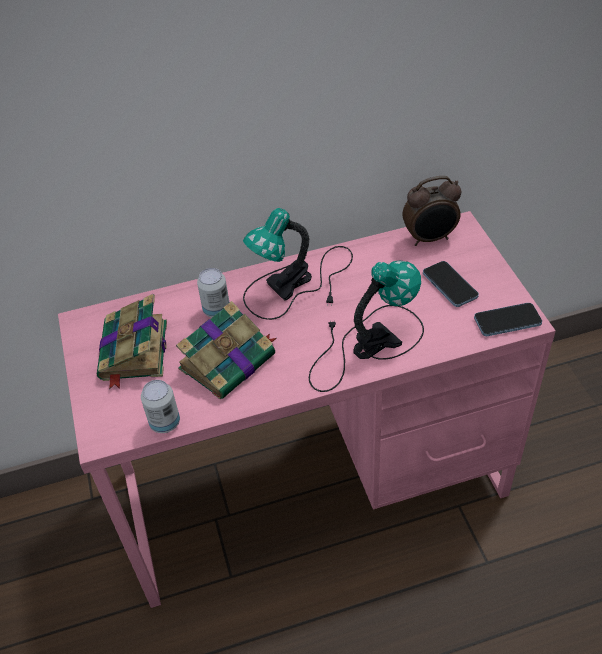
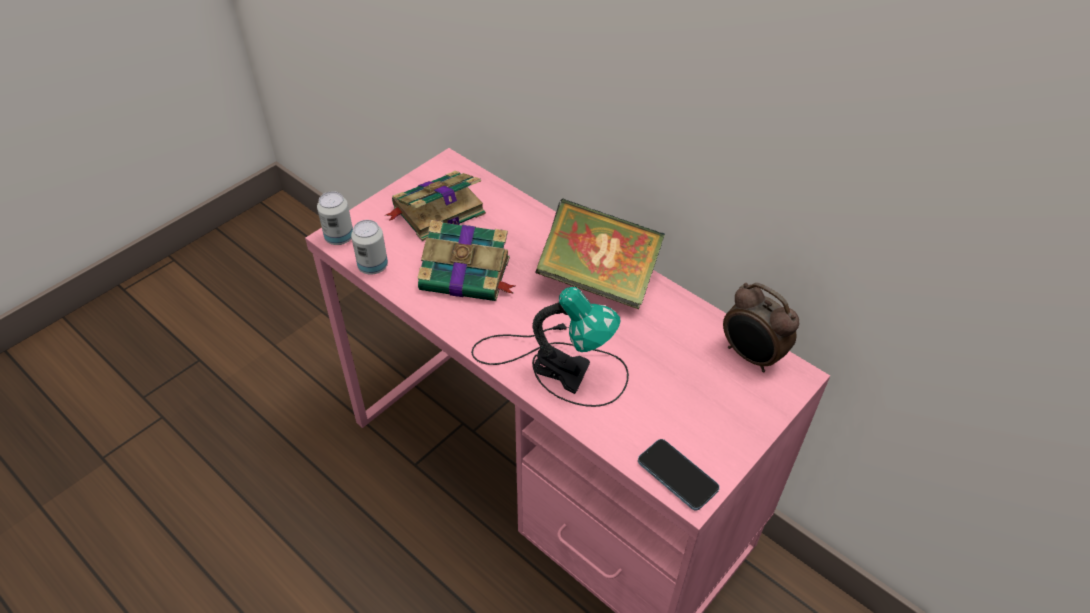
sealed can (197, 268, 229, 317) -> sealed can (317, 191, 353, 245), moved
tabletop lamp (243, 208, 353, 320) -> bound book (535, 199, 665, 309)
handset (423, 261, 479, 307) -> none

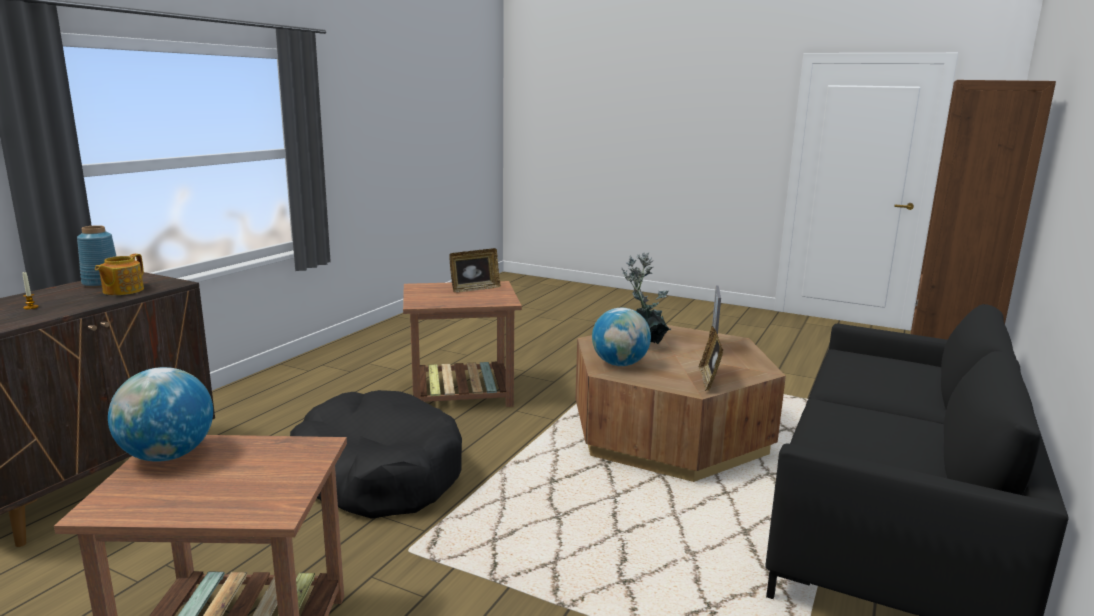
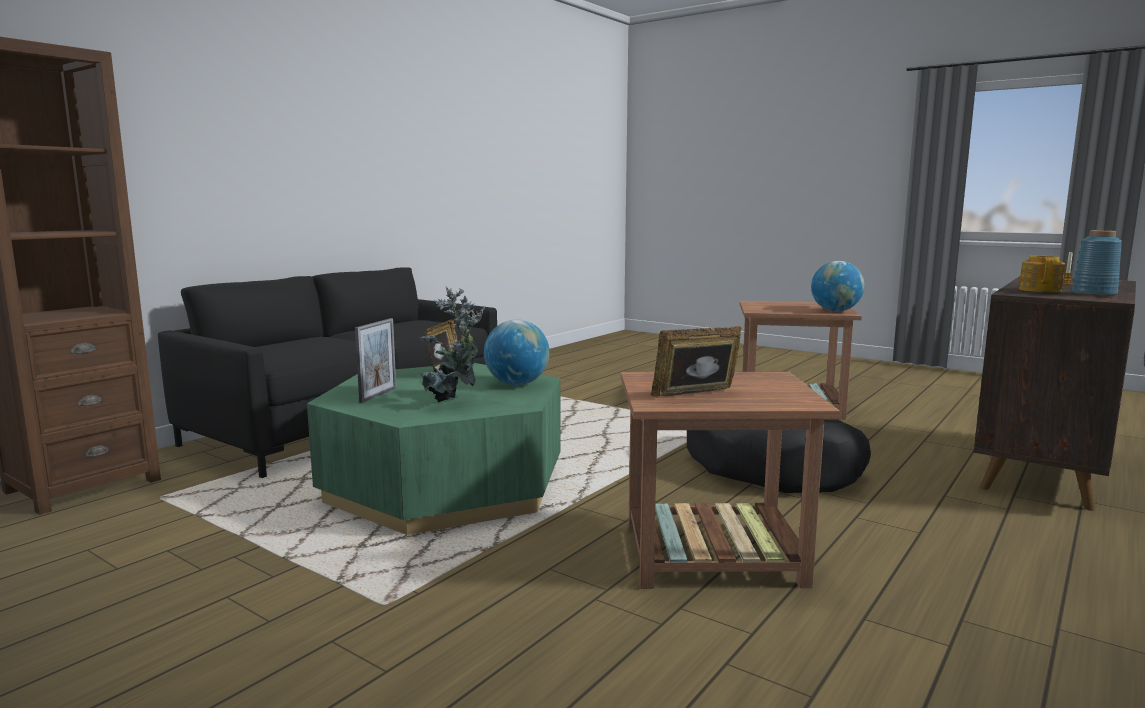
lounge table/brown (575, 325, 786, 482) -> lounge table/greenish (307, 363, 561, 535)

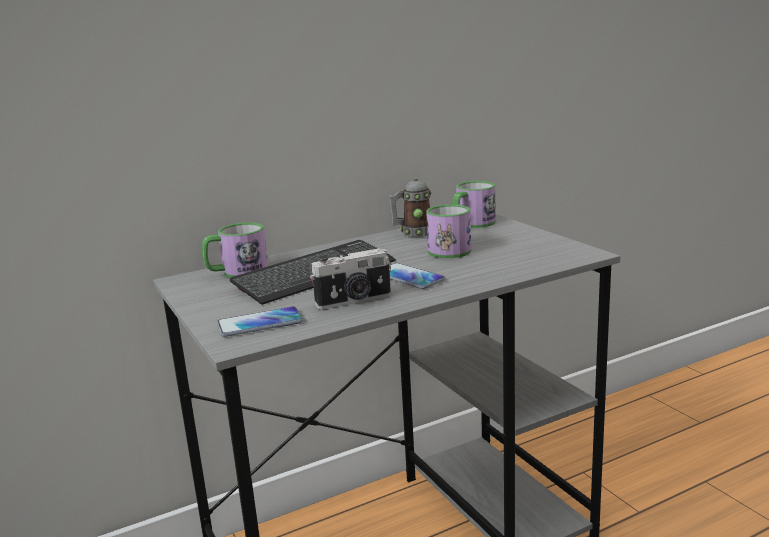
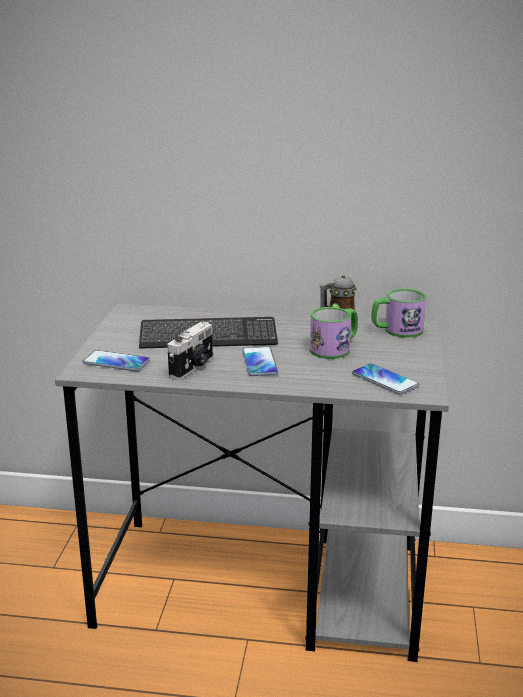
mug (202, 222, 268, 278) -> none
photo camera (310, 248, 391, 310) -> photo camera (168, 322, 213, 380), 75 degrees counterclockwise
none -> handset (352, 363, 419, 395)

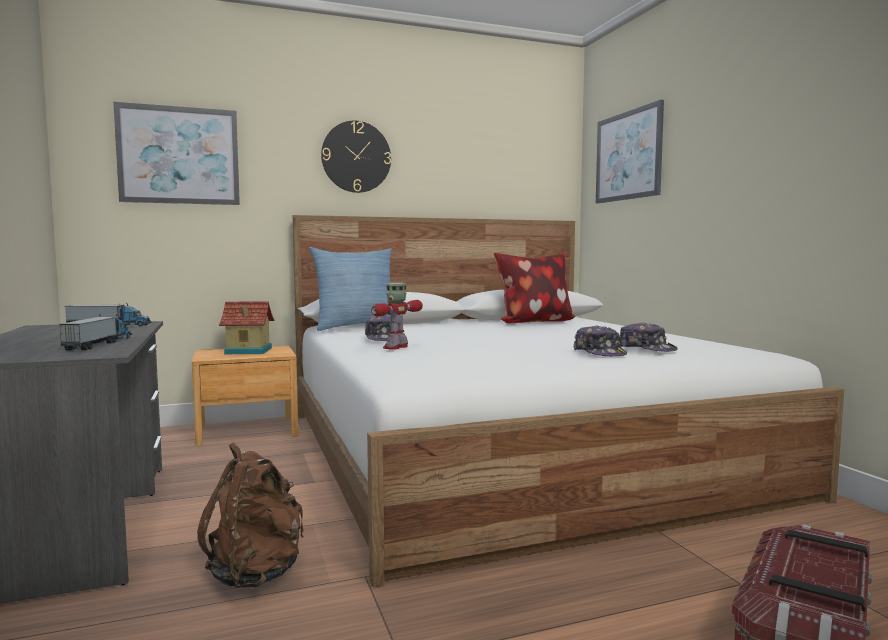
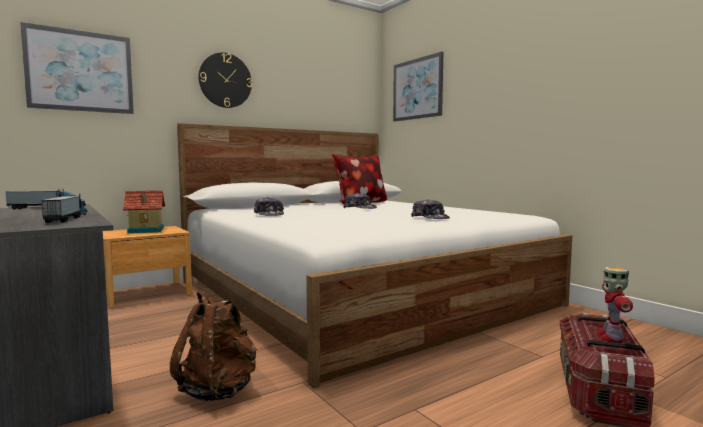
cushion (309, 247, 392, 331) -> none
robot figure (371, 282, 423, 350) -> robot figure (596, 267, 633, 343), moved
baseball cap (619, 322, 678, 352) -> baseball cap (343, 193, 377, 209), moved

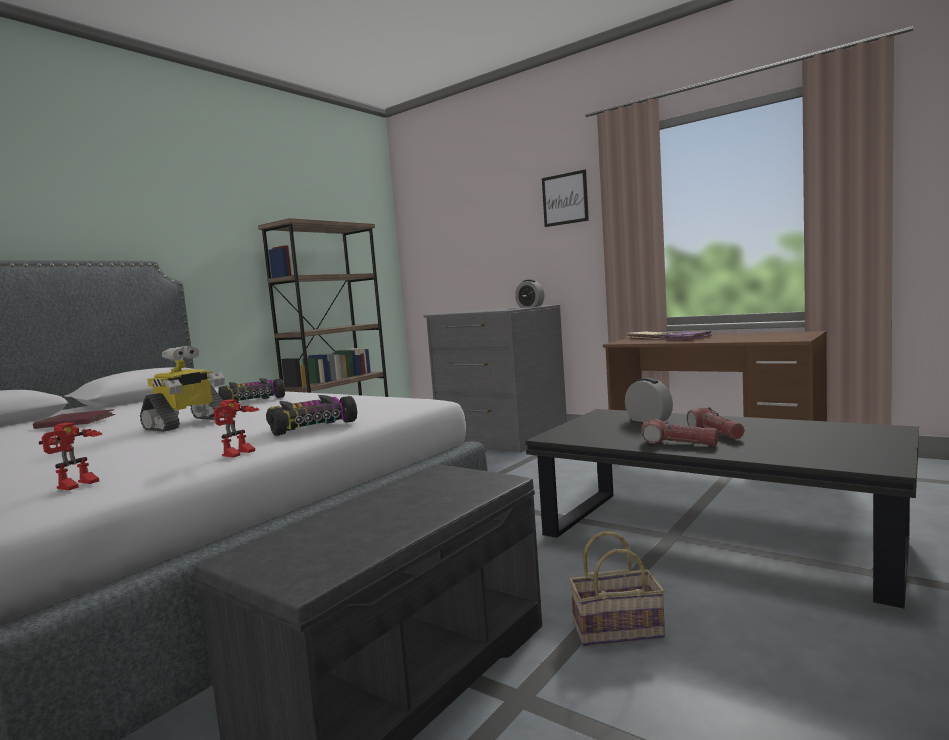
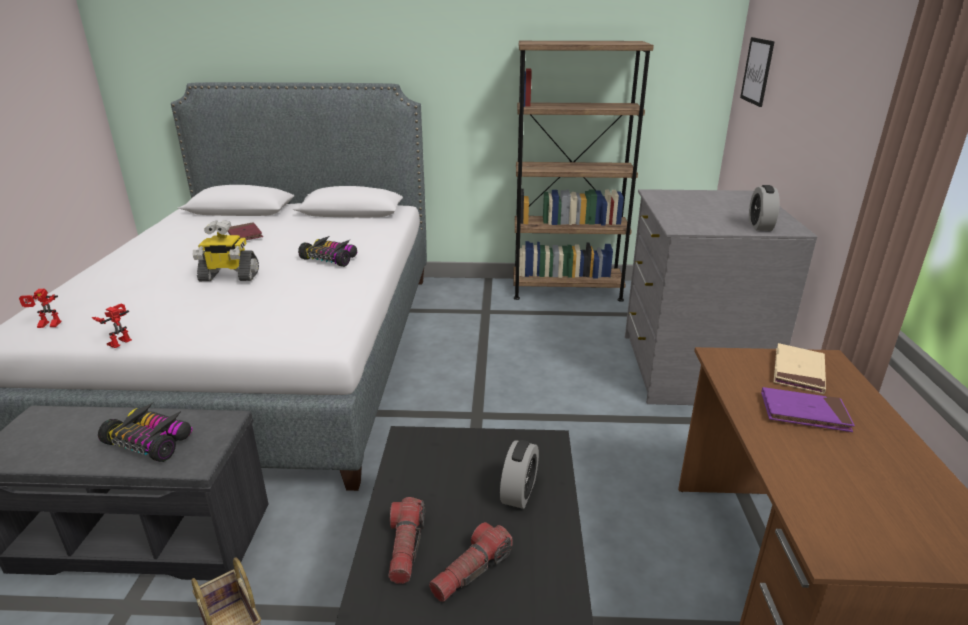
robot figure (210, 399, 260, 458) -> robot figure (92, 304, 132, 348), 120 degrees clockwise
miniature car (266, 395, 357, 436) -> miniature car (98, 403, 193, 462), moved
wall picture (542, 170, 589, 227) -> wall picture (740, 37, 775, 107), moved

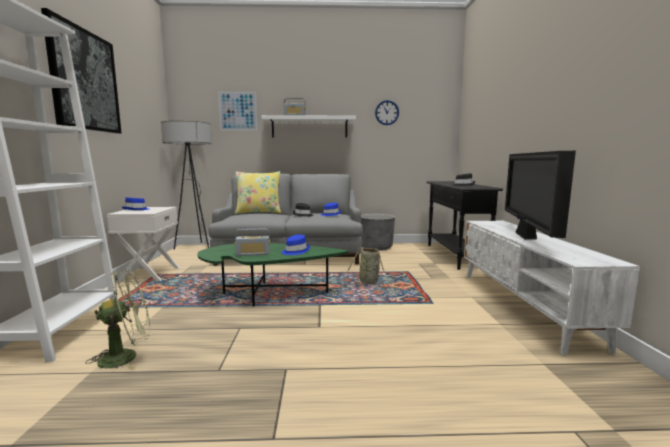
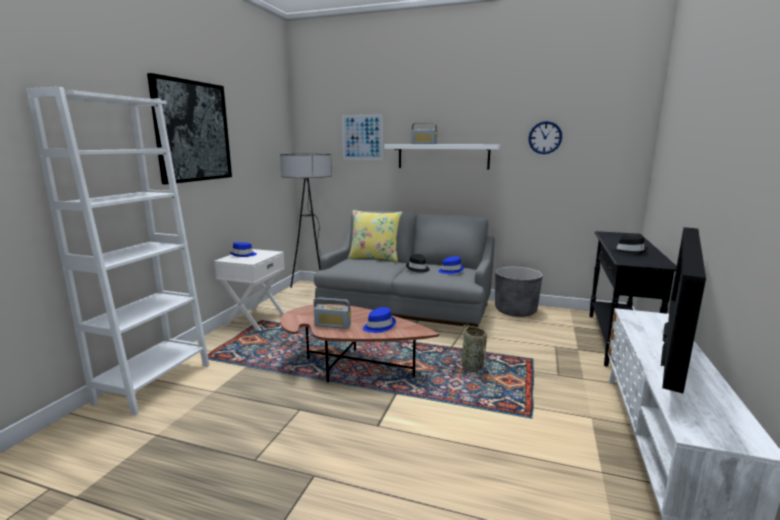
cooling fan/greenish (85, 269, 151, 370) -> none
lounge table/greenish (197, 243, 349, 307) -> lounge table/brown (280, 304, 439, 382)

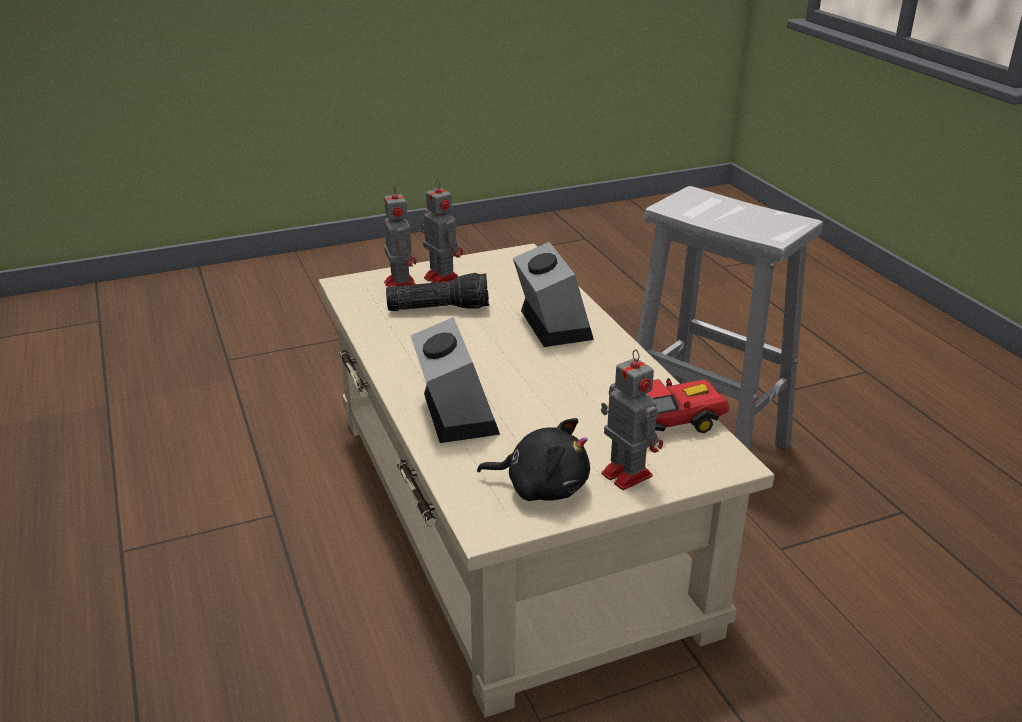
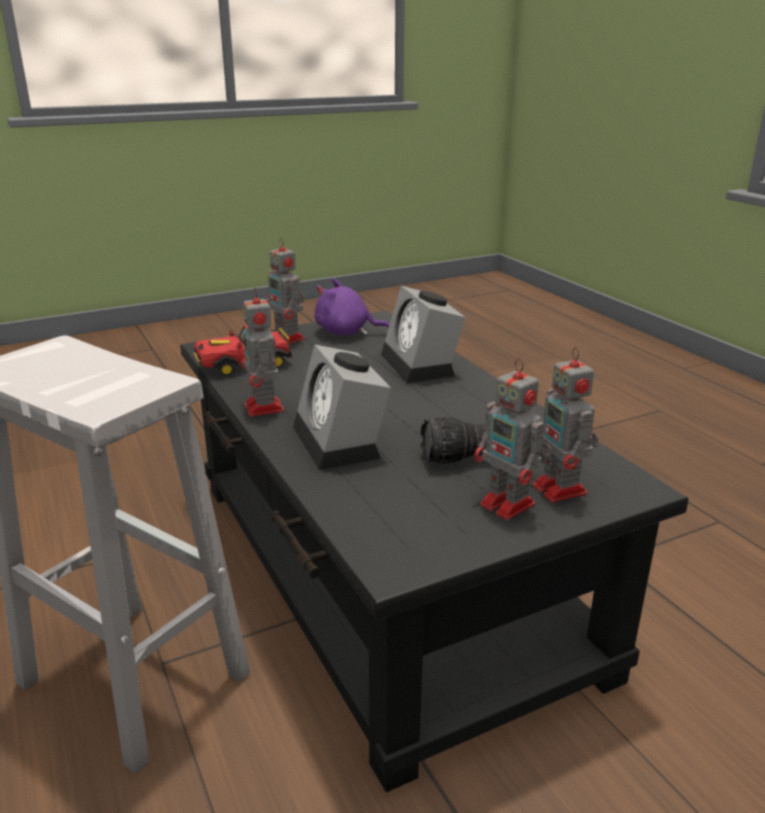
lounge table/beige (318, 244, 775, 718) -> lounge table/black-coloured (180, 310, 689, 792)
cuddly toy/black-coloured (477, 418, 590, 501) -> cuddly toy/purplish (314, 278, 390, 335)
none -> robot figure (241, 287, 284, 417)

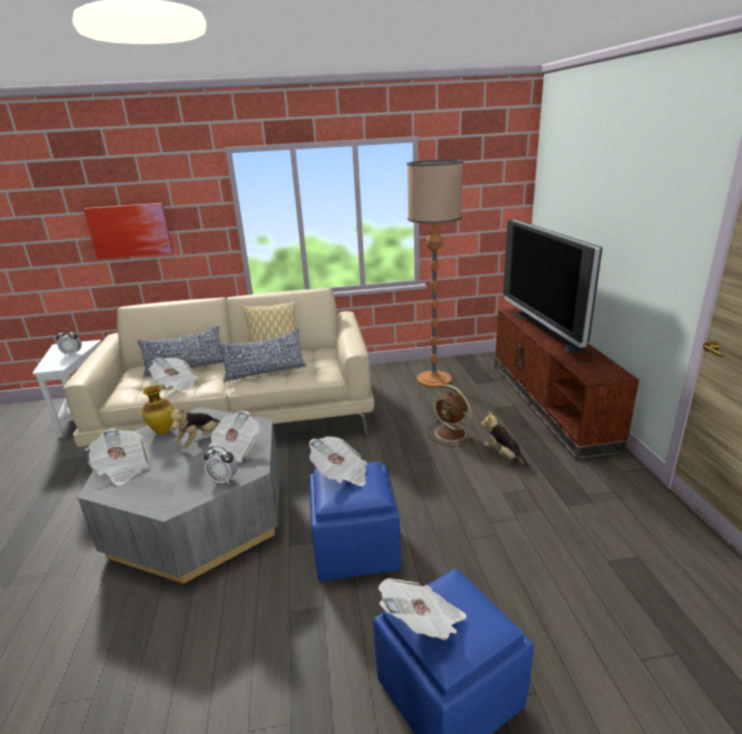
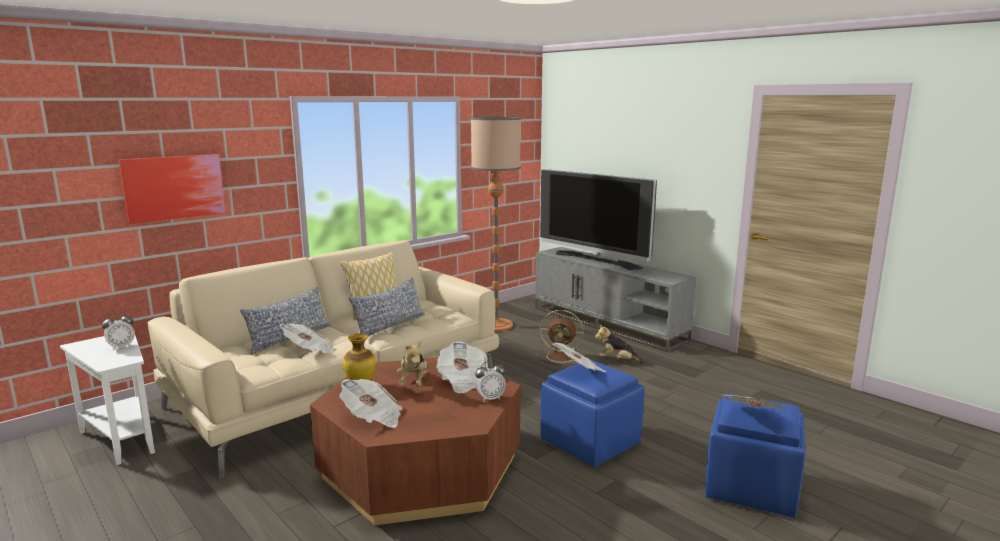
lounge table/grey (78, 407, 280, 584) -> lounge table/brown (310, 357, 520, 525)
media console/brown (495, 308, 639, 461) -> media console/grey (535, 247, 696, 352)

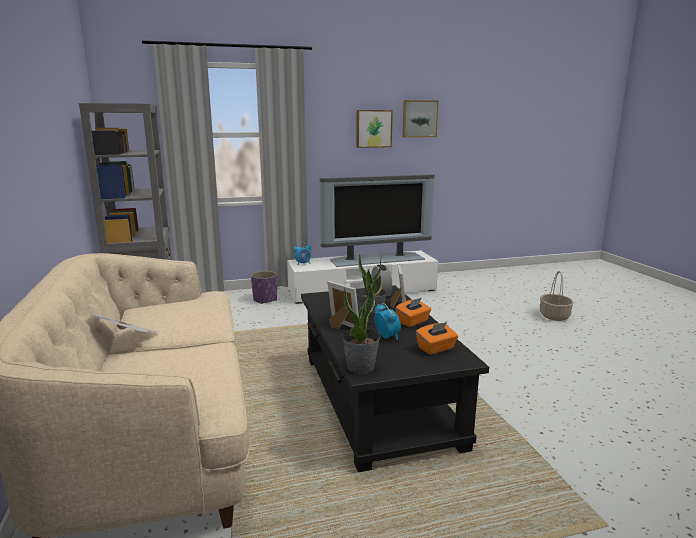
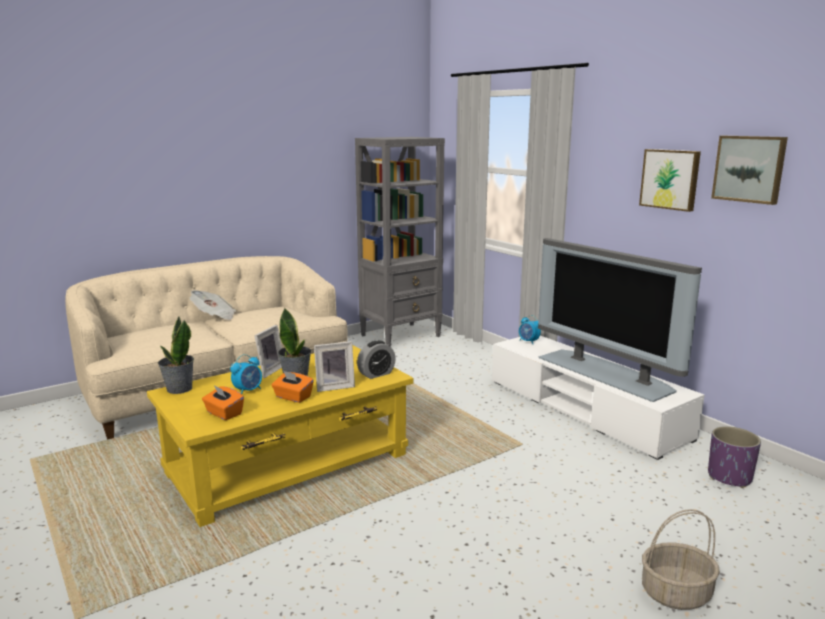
plant pot/purplish (251, 271, 277, 304) -> plant pot/purplish (708, 426, 761, 488), moved
lounge table/black-coloured (301, 285, 489, 472) -> lounge table/yellow (147, 345, 414, 527)

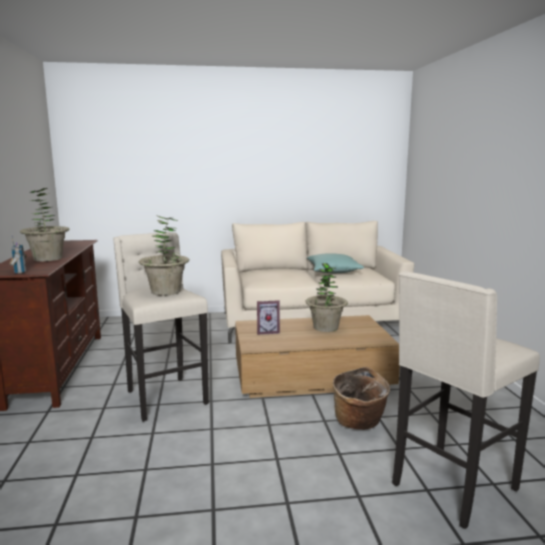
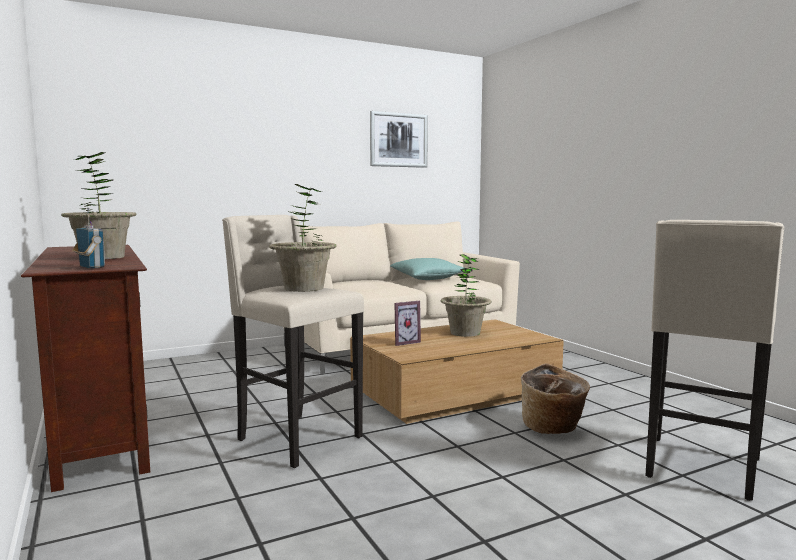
none -> wall picture (370, 111, 428, 168)

